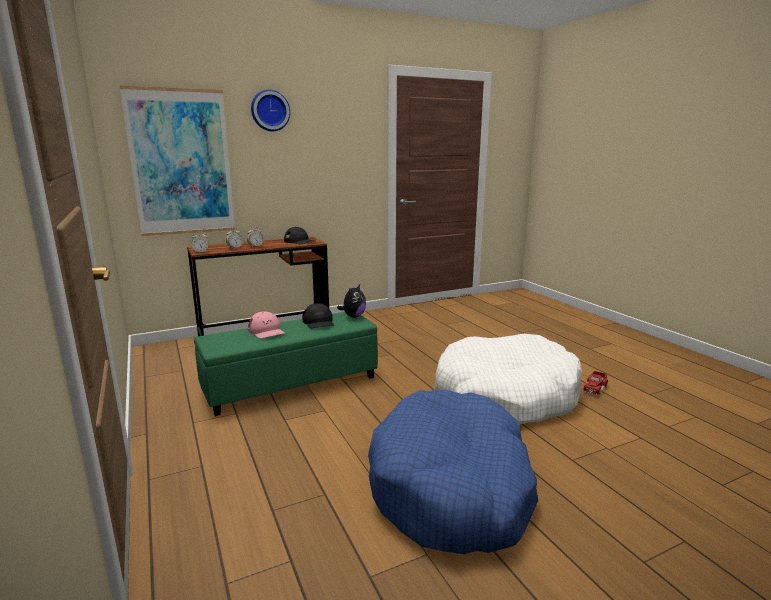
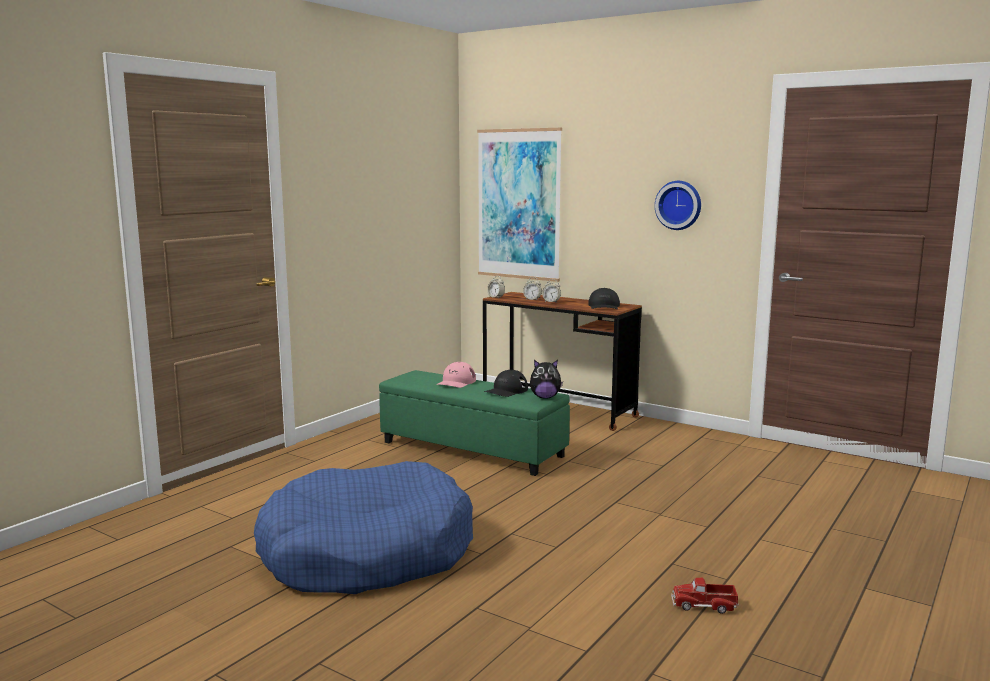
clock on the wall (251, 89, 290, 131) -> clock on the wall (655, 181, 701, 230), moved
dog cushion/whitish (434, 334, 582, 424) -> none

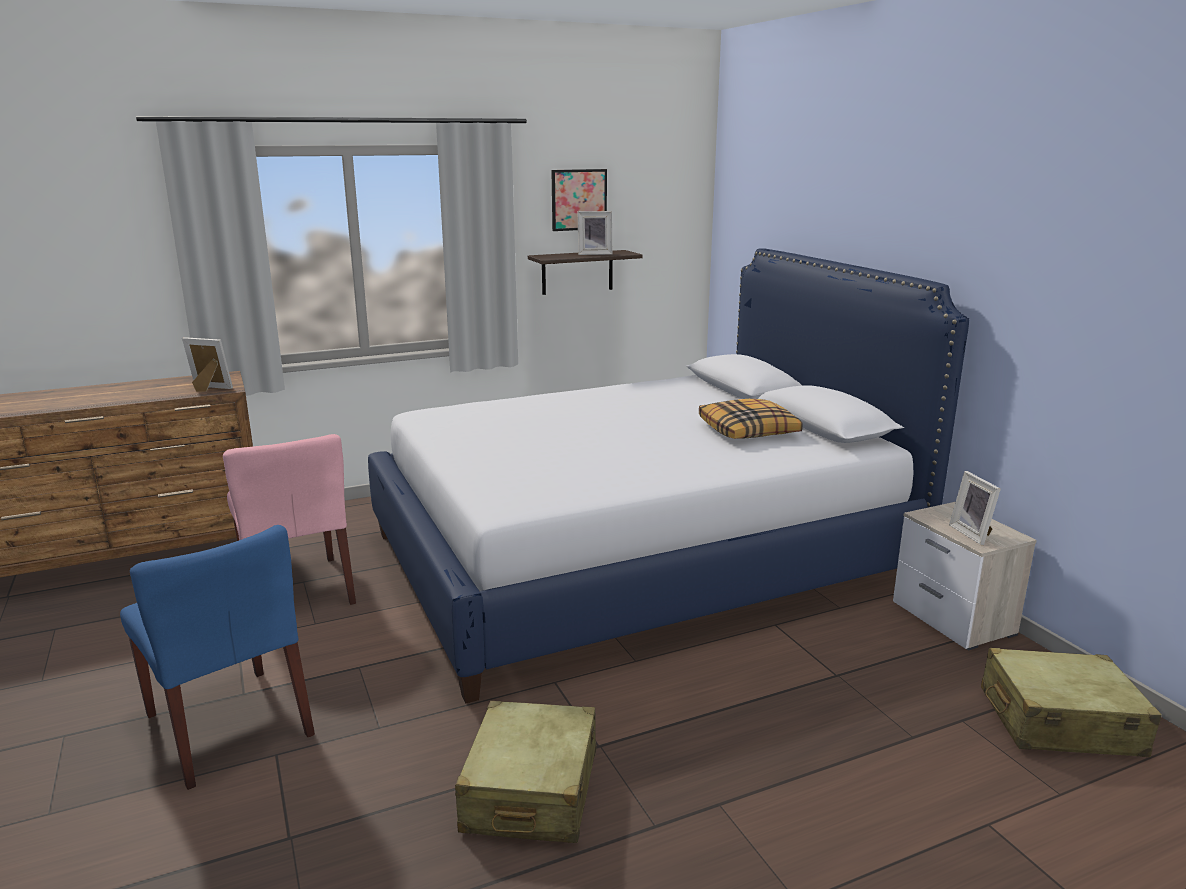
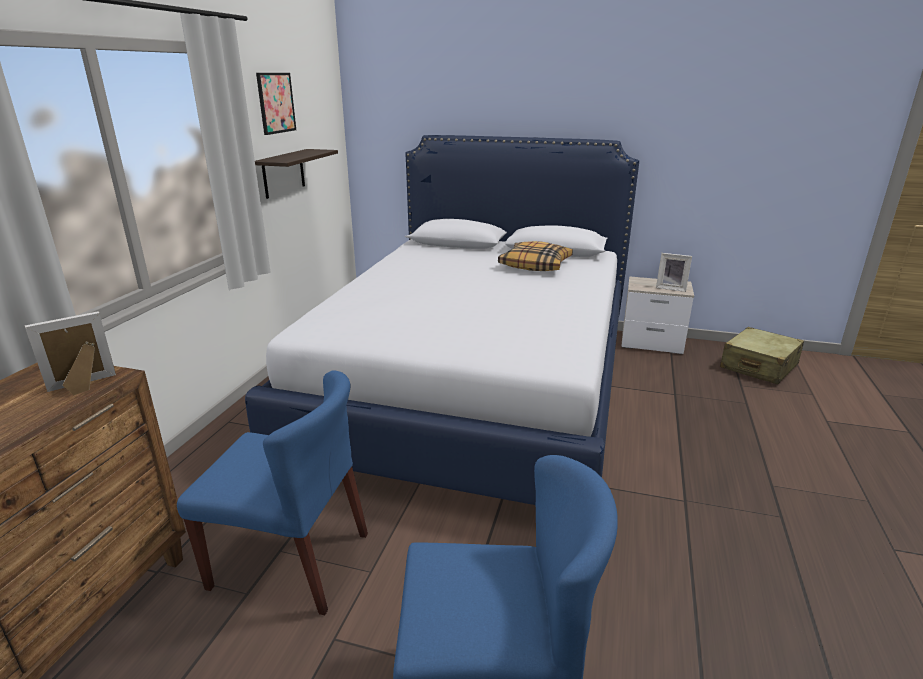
plain chair/pink (223, 434, 356, 605) -> plain chair/blue-coloured (177, 371, 368, 615)
travel case/beige (455, 701, 596, 843) -> none
photo frame (578, 211, 612, 255) -> none

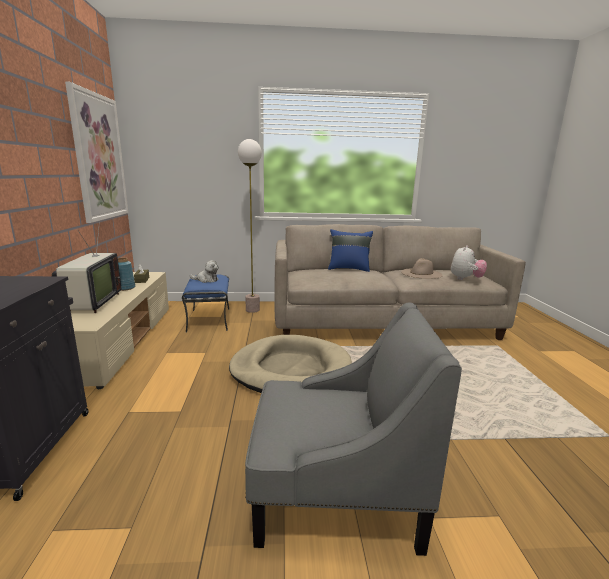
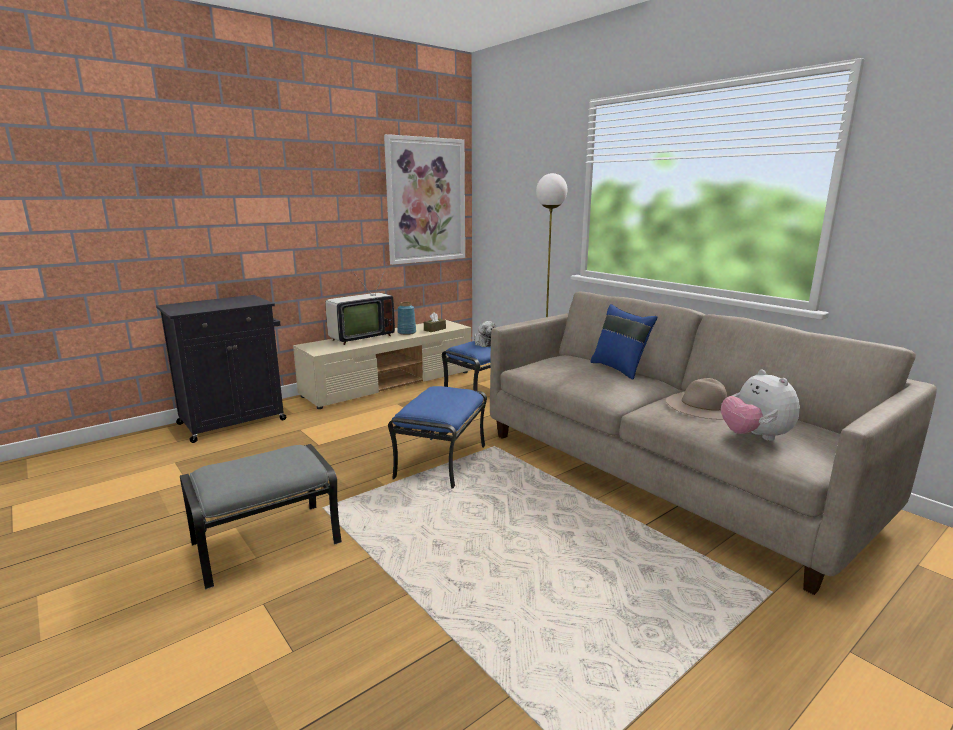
dog cushion/beige (229, 335, 352, 393) -> footrest/blue-coloured (388, 386, 487, 489)
lounge chair/grey (245, 303, 462, 556) -> footrest/grey (180, 444, 342, 590)
cuddly toy (451, 245, 487, 280) -> cuddly toy (721, 370, 800, 441), 75 degrees clockwise

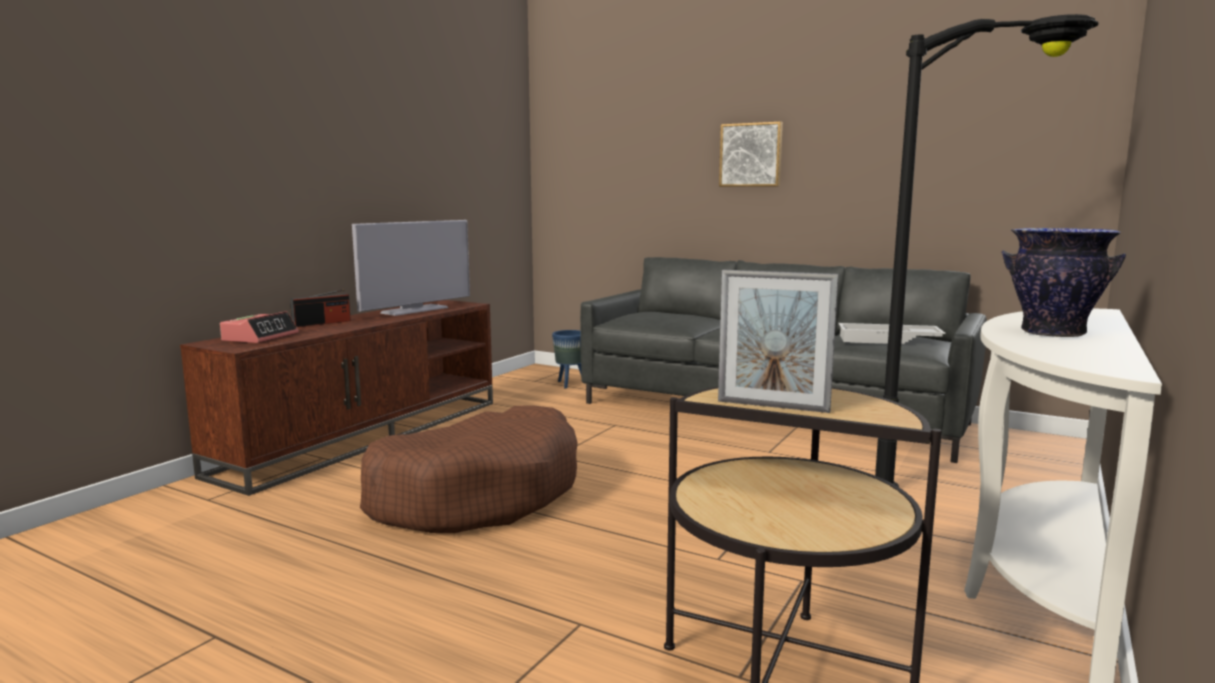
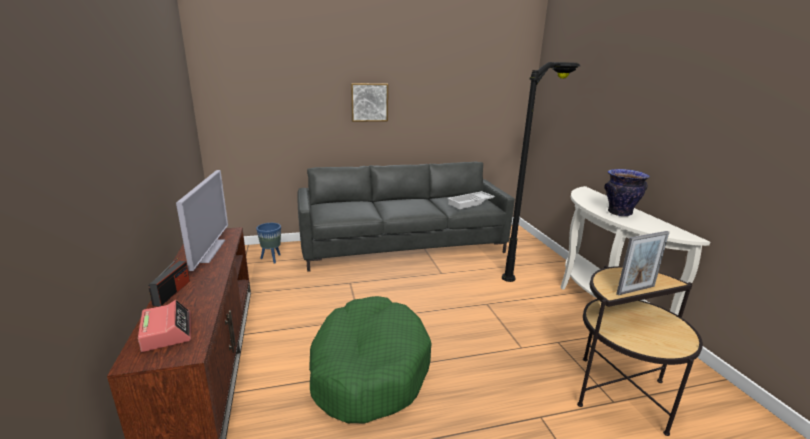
dog cushion/brown (360, 405, 578, 533) -> dog cushion/greenish (309, 296, 432, 424)

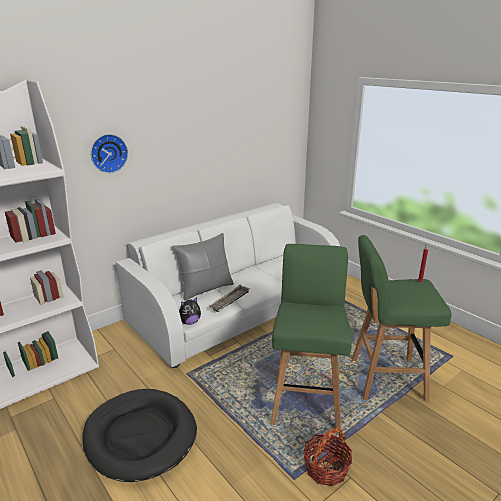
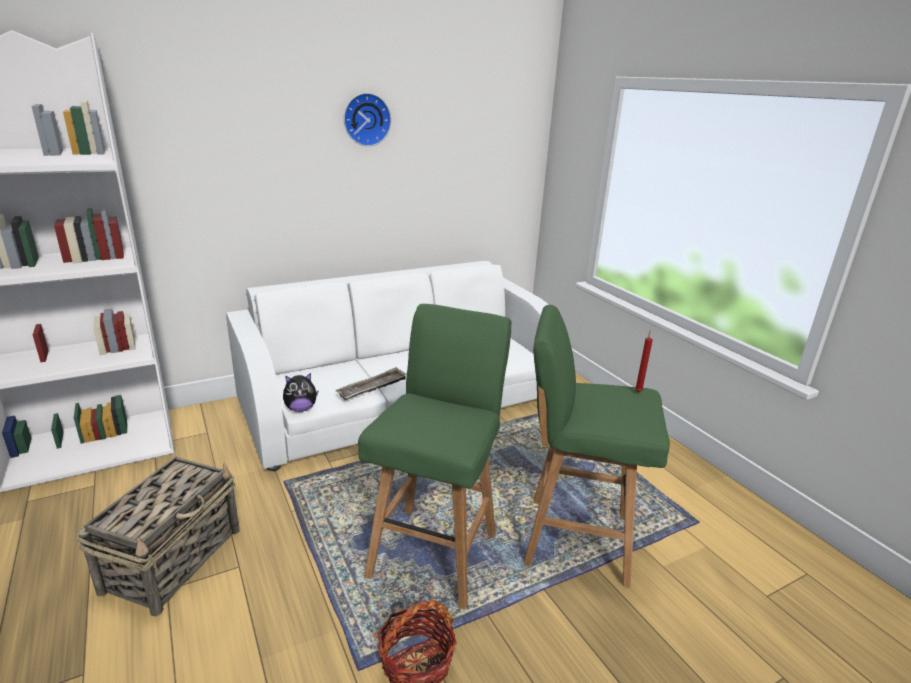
dog cushion/black-coloured (83, 389, 197, 482) -> basket (77, 456, 239, 617)
clock on the wall (91, 134, 128, 173) -> clock on the wall (344, 93, 391, 146), moved
cushion/grey (172, 233, 234, 300) -> none

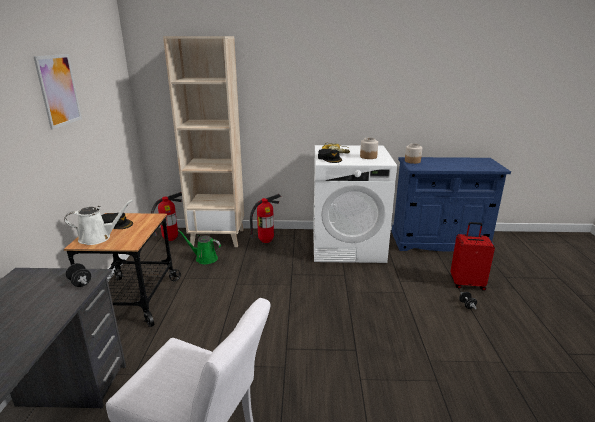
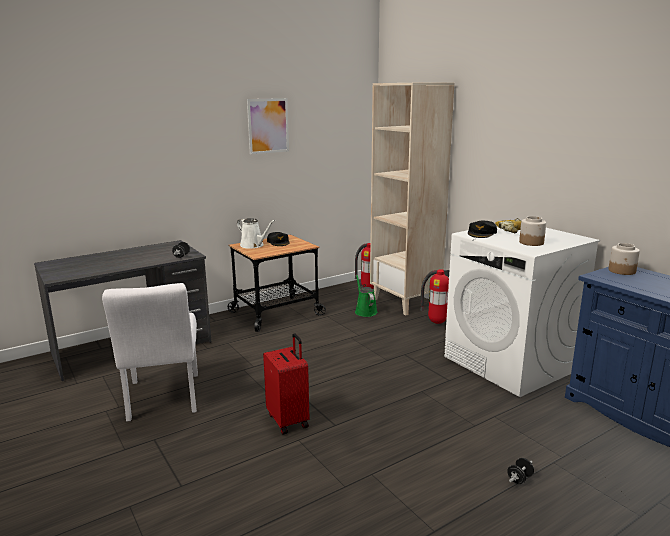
travel case/red-coloured (450, 222, 495, 291) -> travel case/red-coloured (263, 333, 309, 434), moved

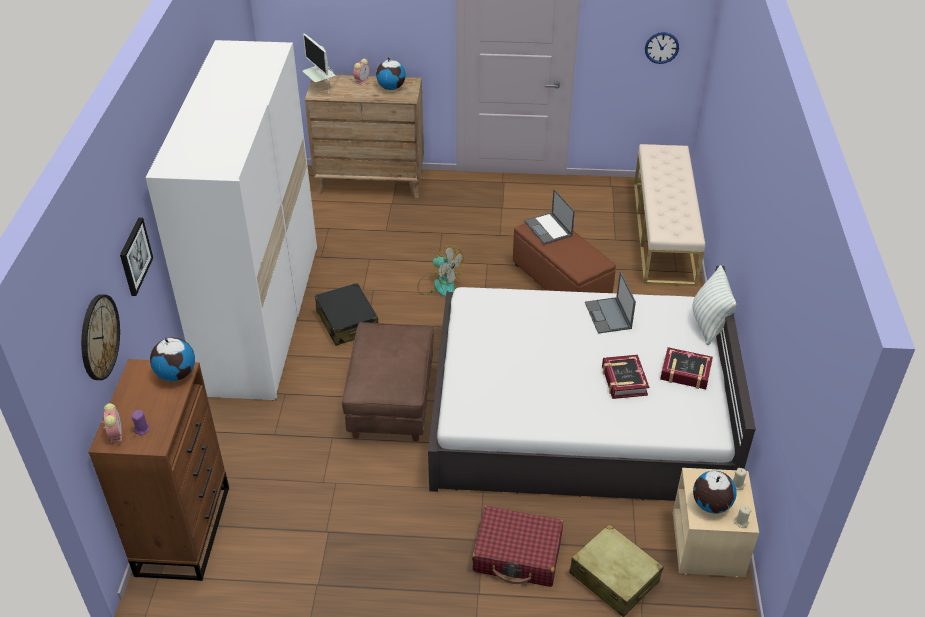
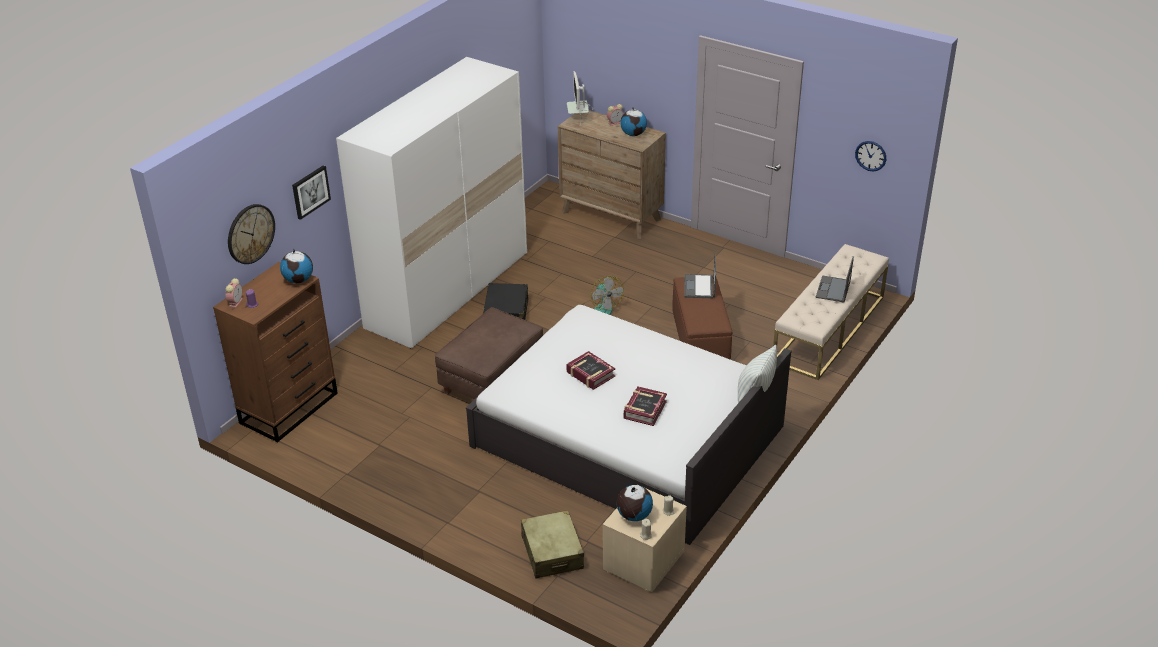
travel case/red-coloured (472, 506, 563, 587) -> none
notebook computer (585, 271, 636, 334) -> notebook computer (816, 256, 854, 303), moved
bound book (660, 347, 713, 389) -> bound book (566, 351, 615, 390), moved

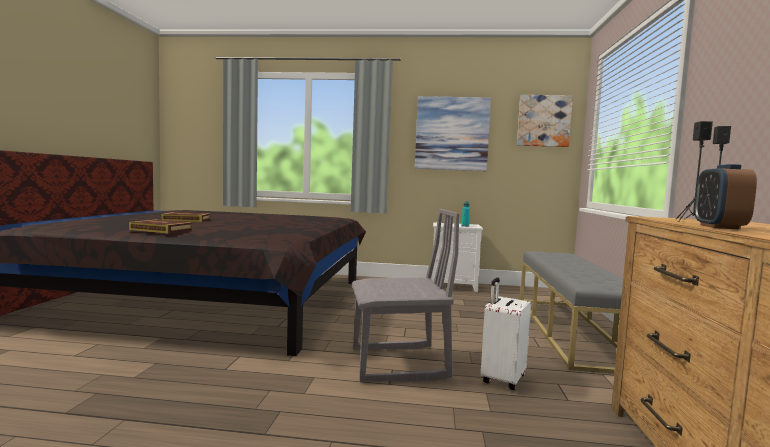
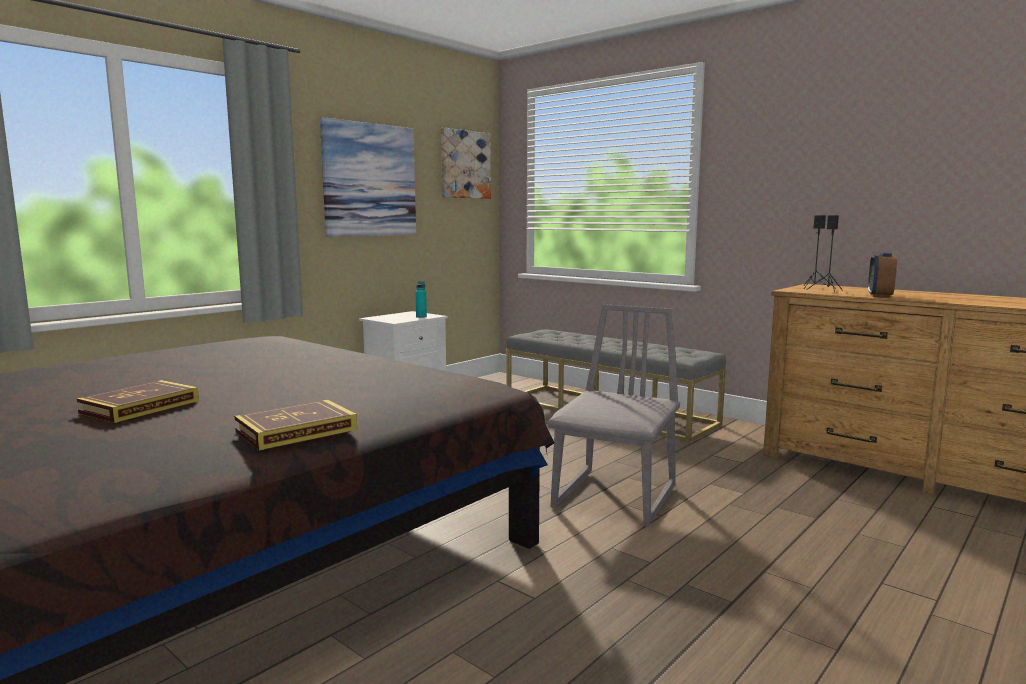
travel case/whitish (481, 278, 531, 390) -> none
alarm clock (695, 164, 757, 230) -> alarm clock (868, 252, 897, 298), 60 degrees clockwise

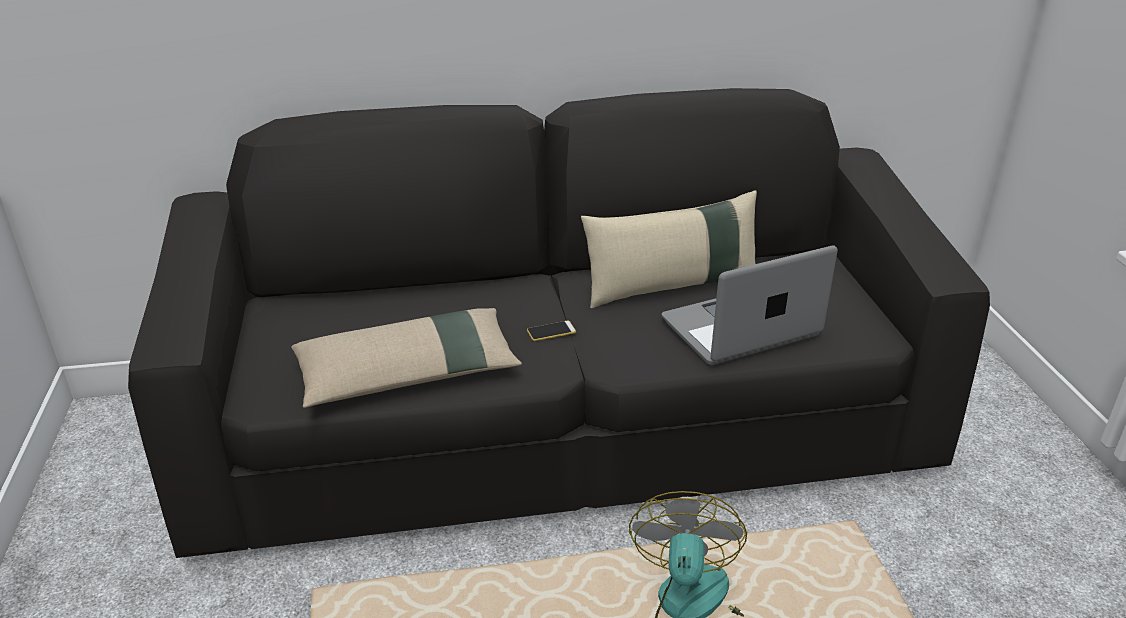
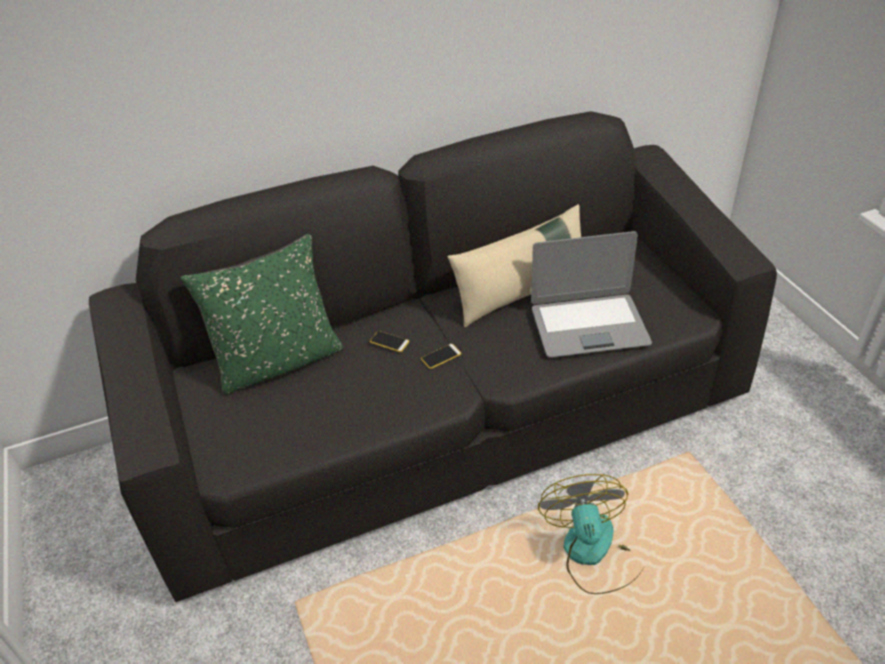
cushion/beige (291, 308, 522, 408) -> none
notebook computer (662, 245, 838, 365) -> notebook computer (531, 231, 652, 358), 150 degrees counterclockwise
none -> cushion/greenish (181, 234, 344, 395)
none -> handset (370, 331, 409, 352)

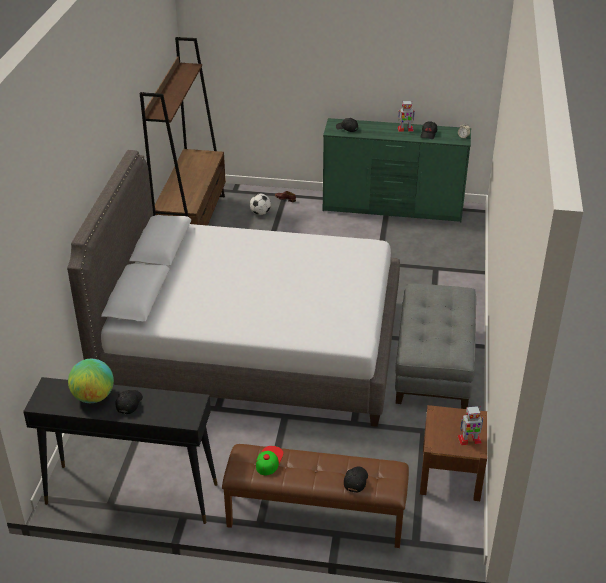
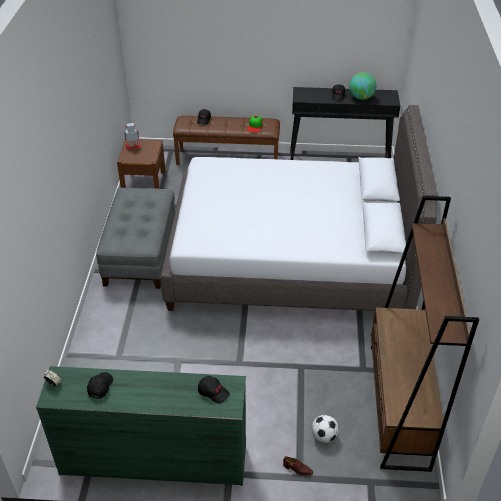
robot figure (398, 101, 415, 131) -> none

